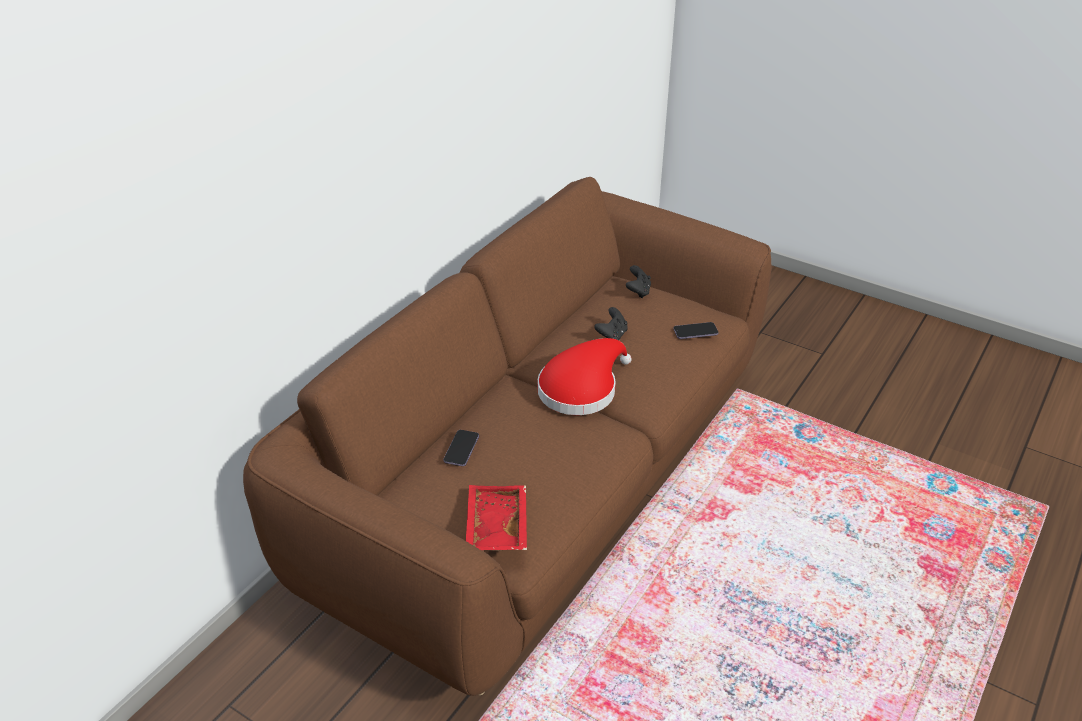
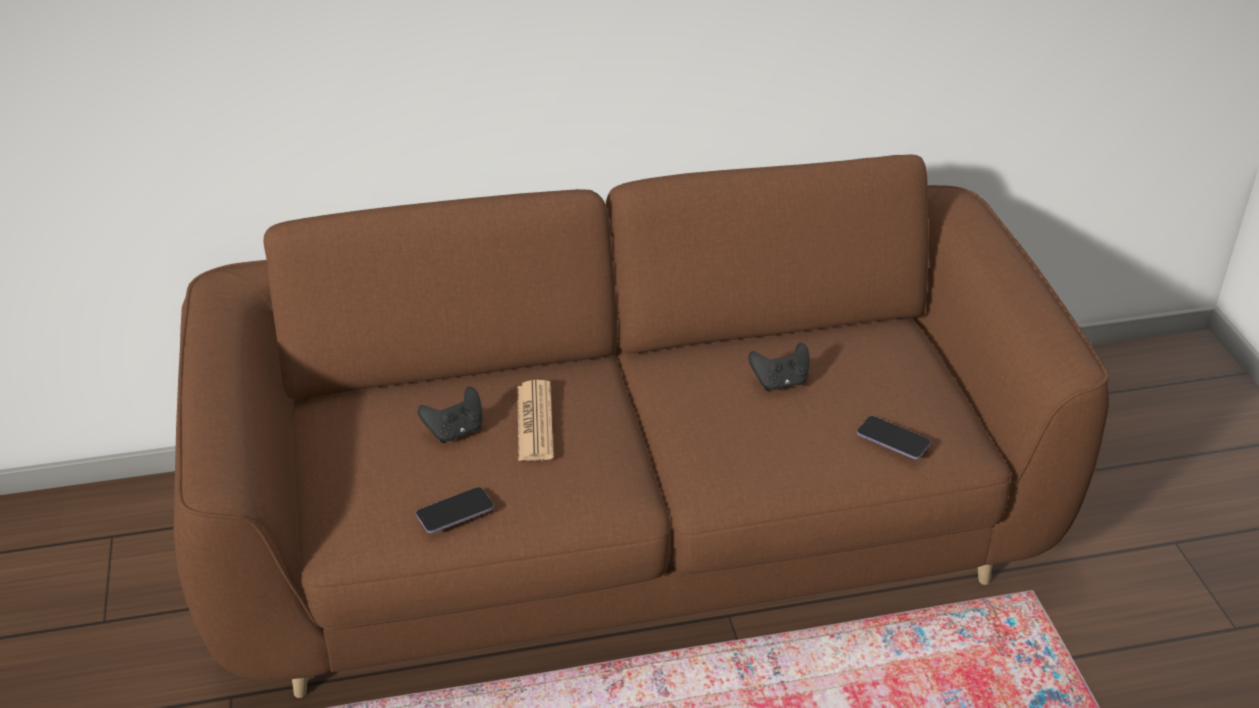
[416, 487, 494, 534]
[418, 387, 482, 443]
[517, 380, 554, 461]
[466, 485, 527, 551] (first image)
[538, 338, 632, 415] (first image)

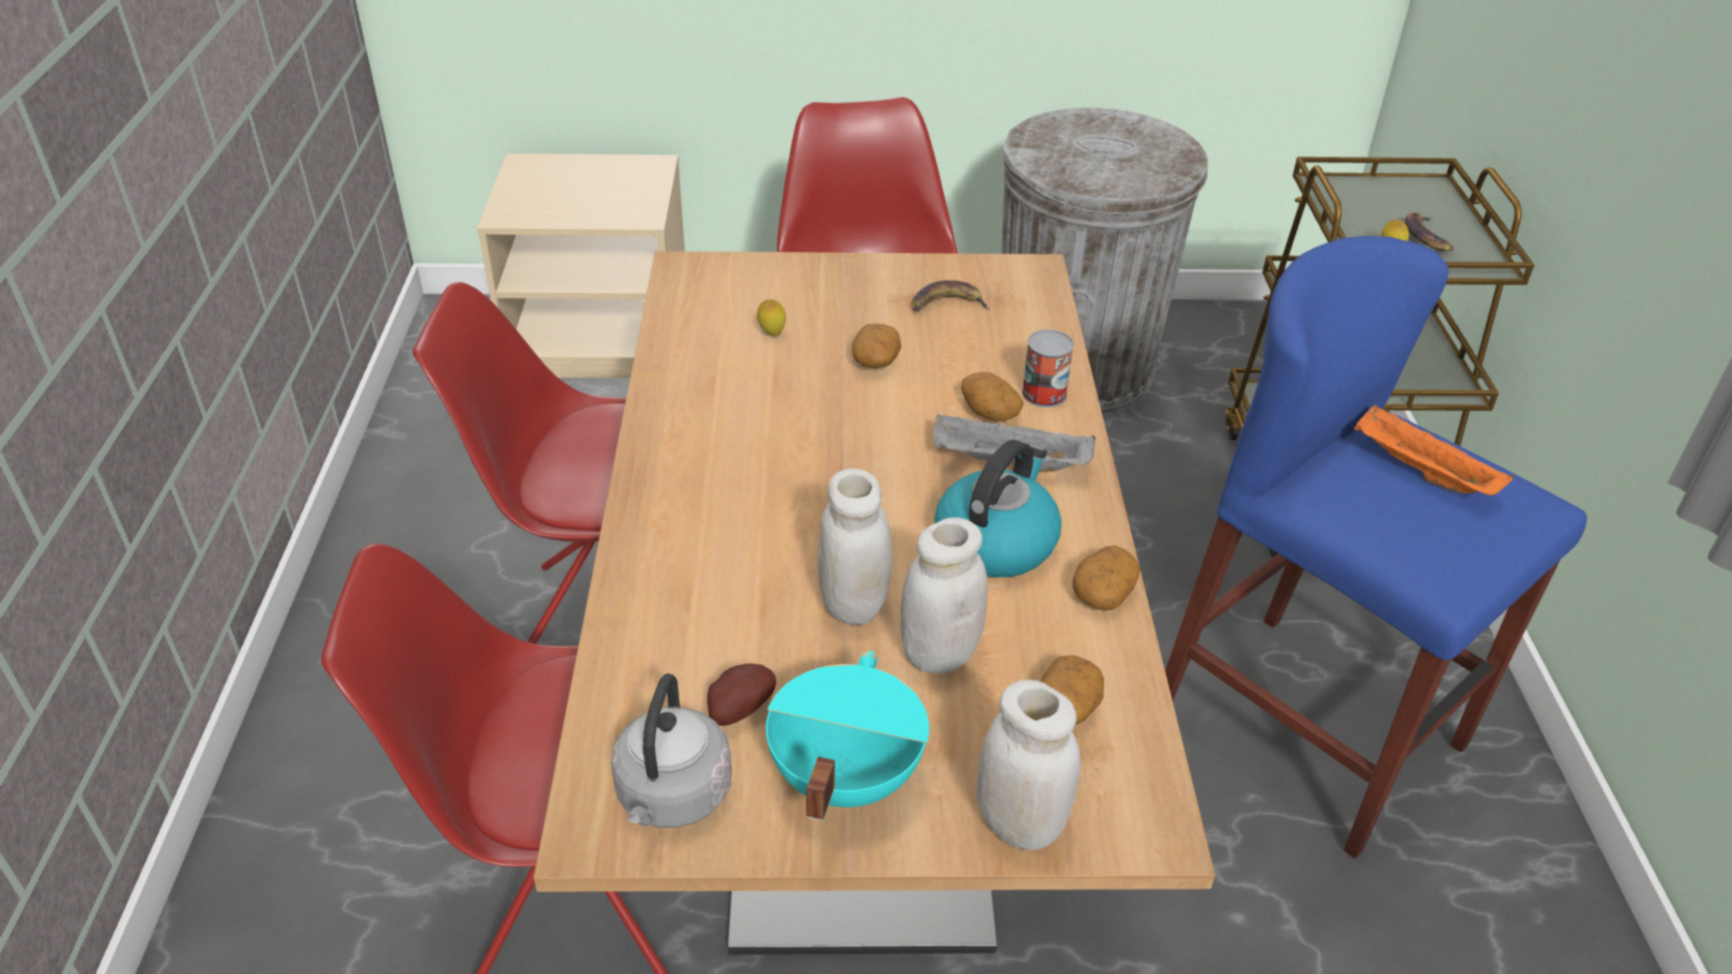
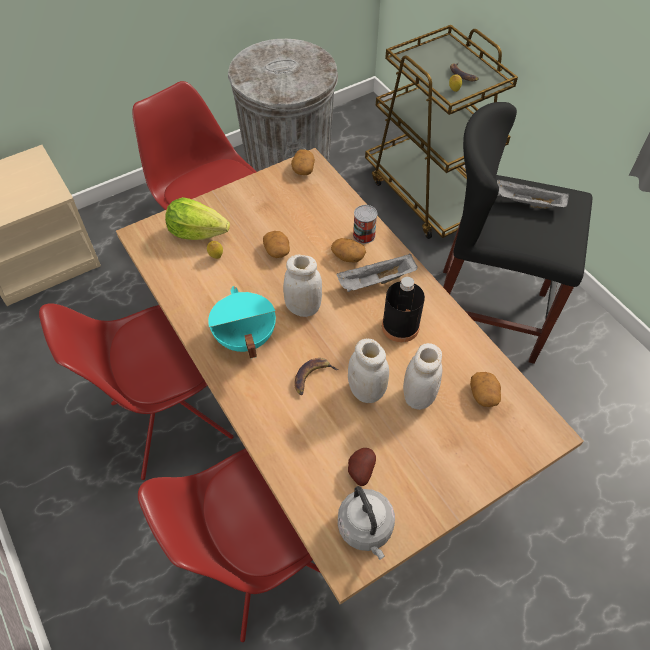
[165, 197, 230, 240]
[208, 286, 276, 359]
[283, 255, 322, 317]
[291, 149, 315, 175]
[294, 358, 339, 395]
[382, 277, 425, 342]
[443, 102, 592, 364]
[497, 179, 569, 208]

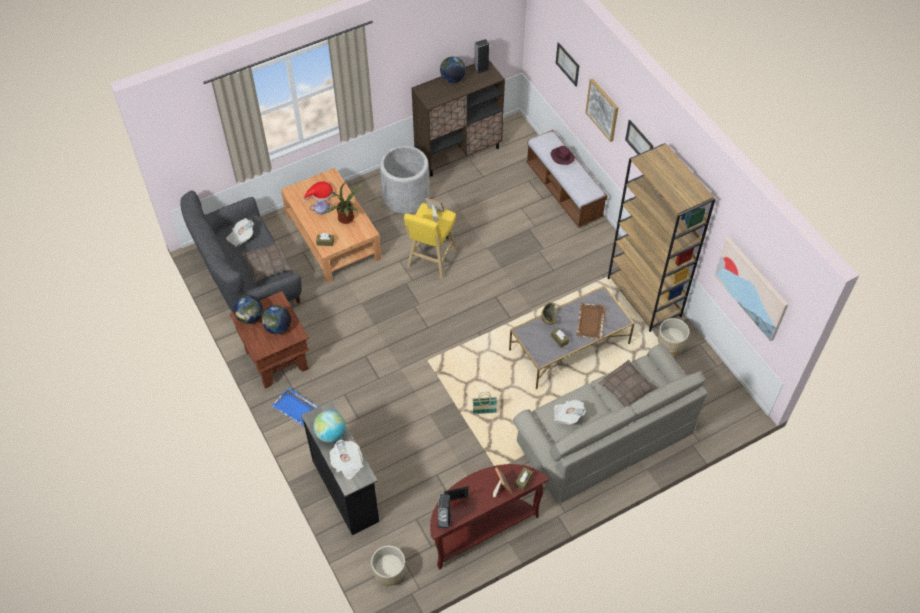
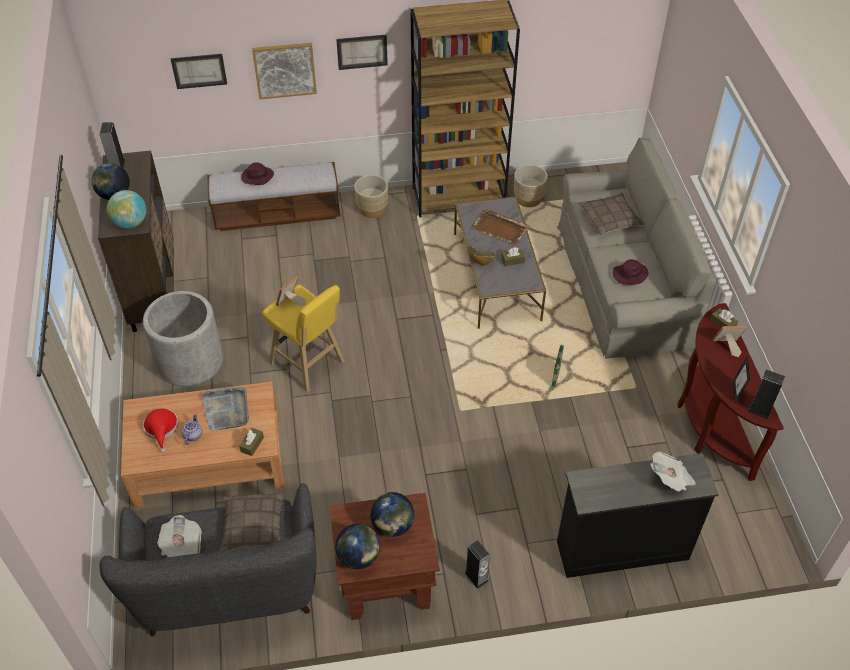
[107, 190, 147, 229]
[201, 387, 249, 431]
[354, 175, 388, 218]
[465, 540, 490, 589]
[613, 259, 648, 285]
[714, 237, 789, 341] (first image)

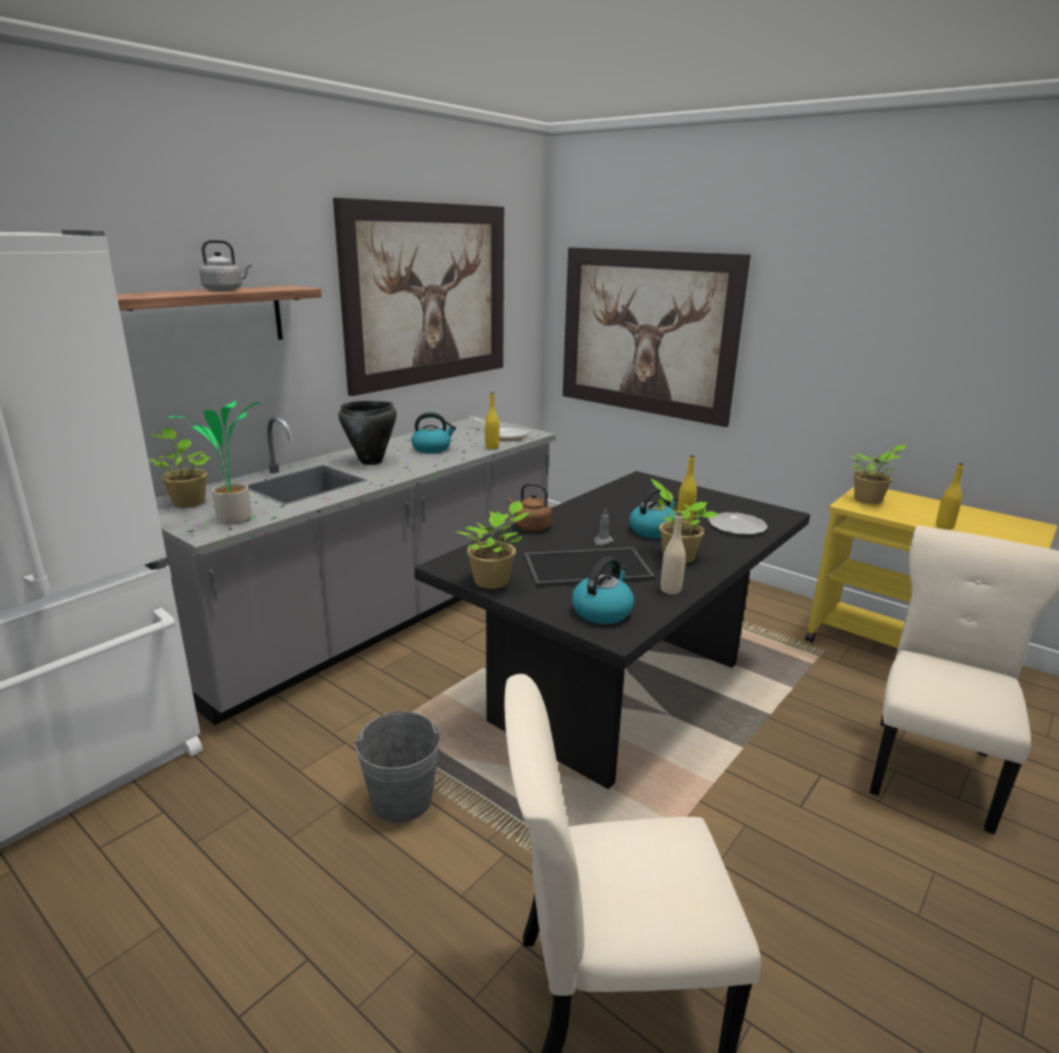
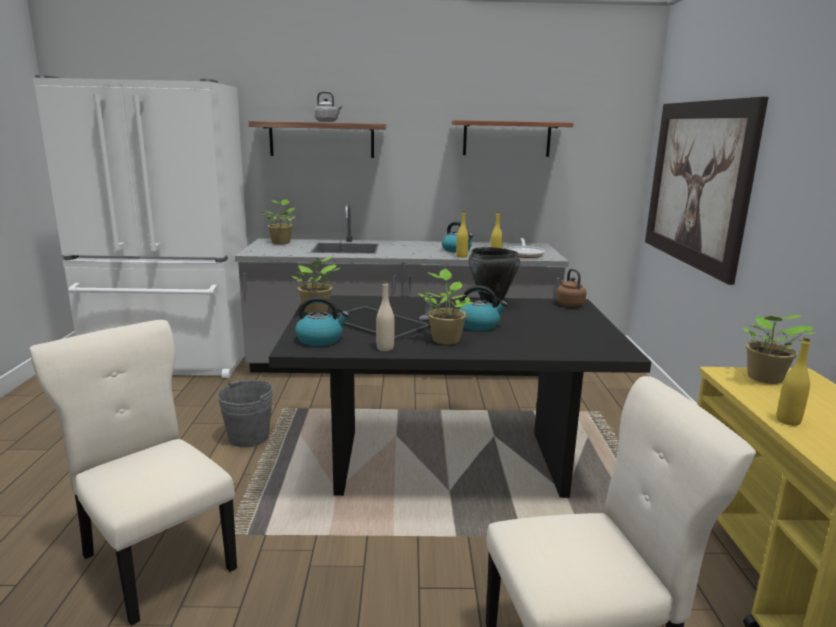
[452, 120, 573, 157]
[456, 211, 469, 258]
[469, 247, 520, 306]
[556, 269, 586, 307]
[168, 401, 260, 524] (first image)
[709, 512, 768, 535] (first image)

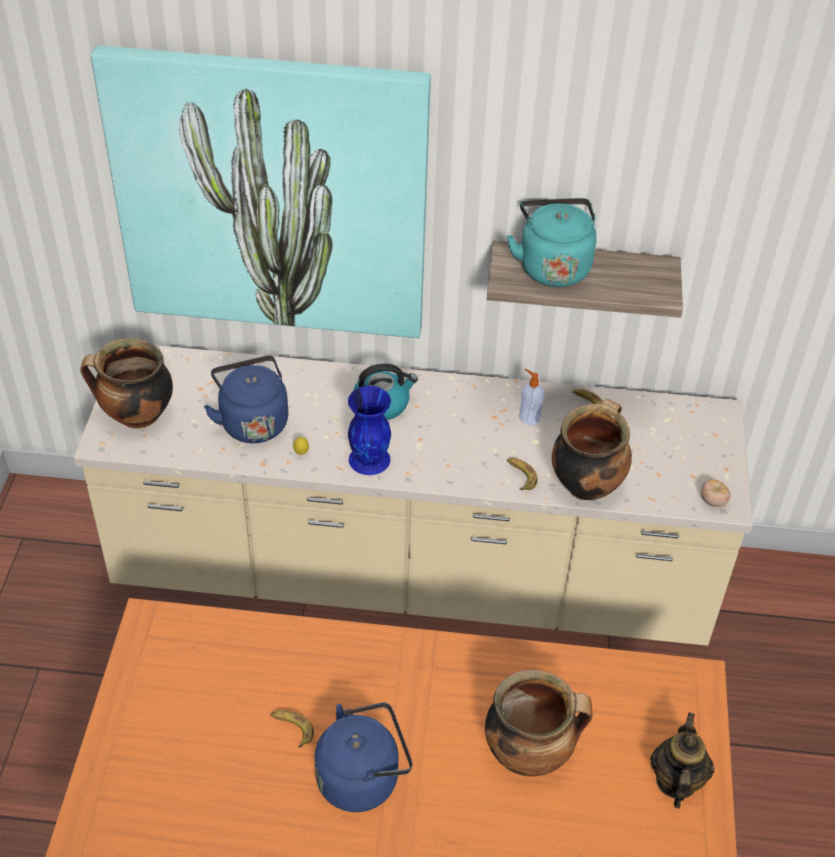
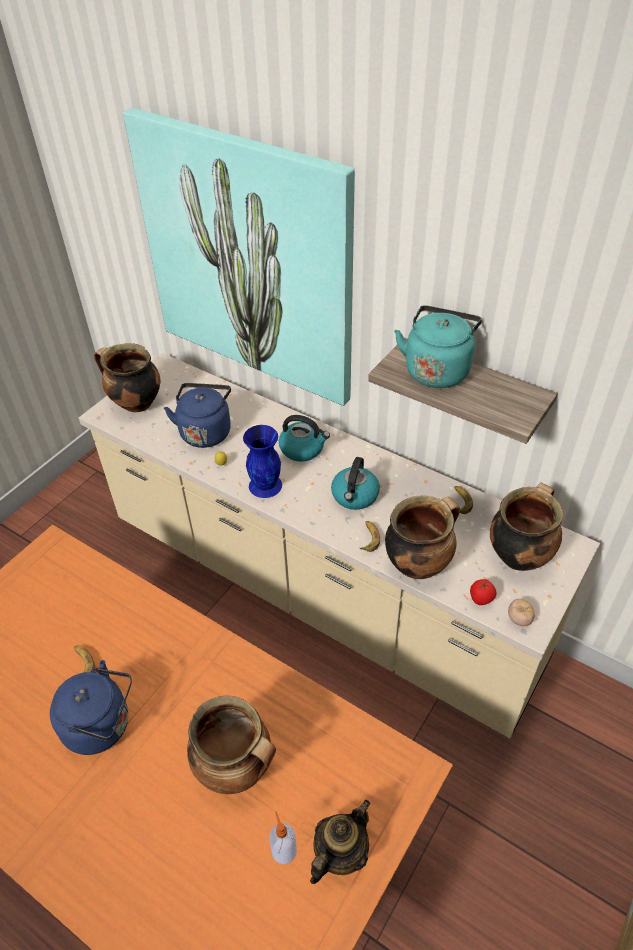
[269, 811, 297, 864]
[331, 457, 380, 510]
[470, 579, 496, 605]
[490, 483, 563, 571]

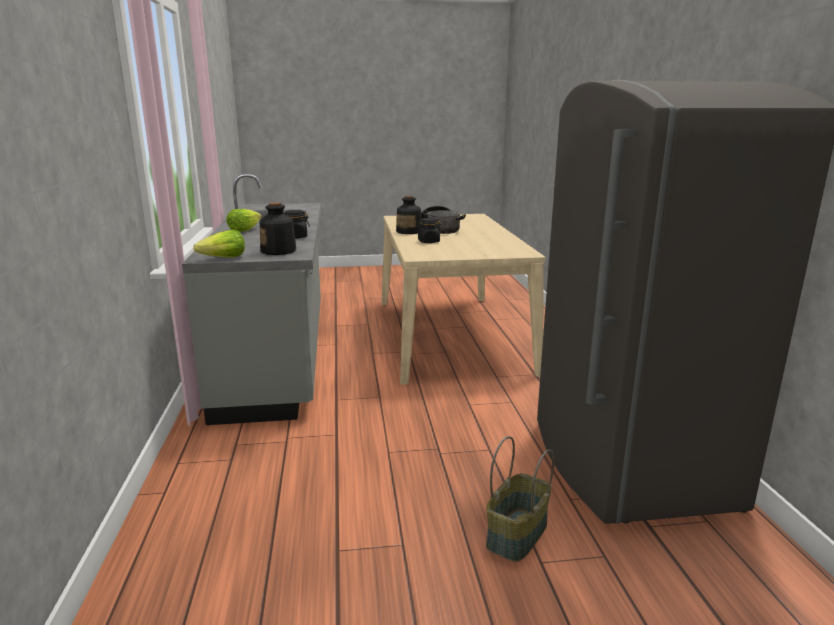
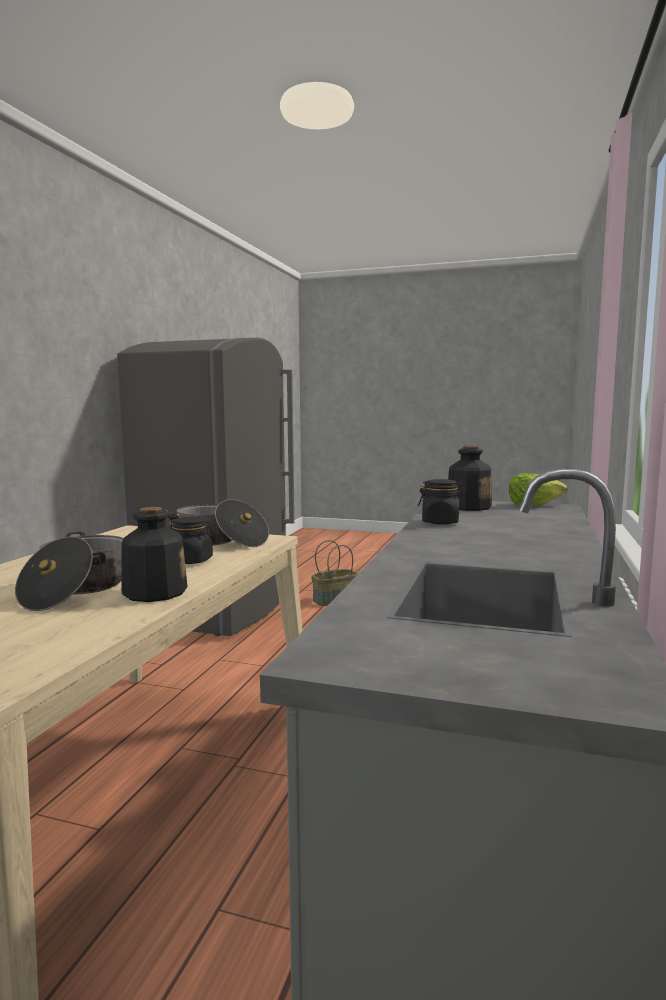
[164, 499, 269, 547]
[226, 209, 262, 232] (first image)

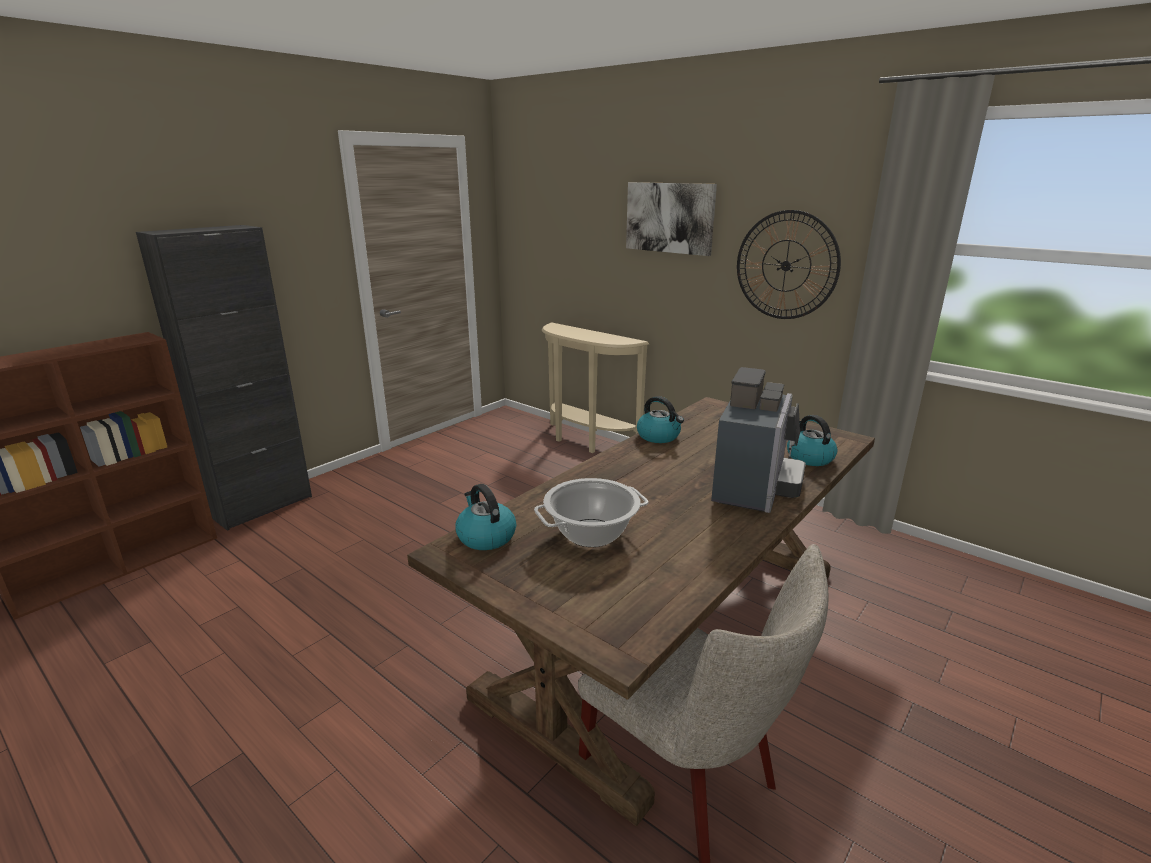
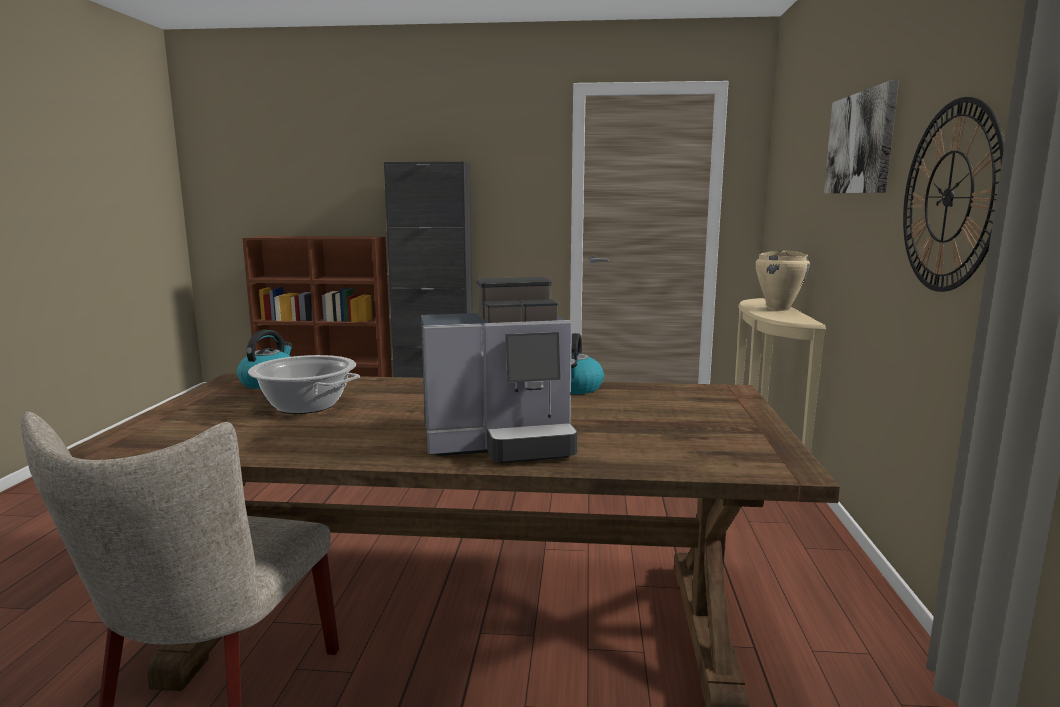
[755, 250, 810, 311]
[787, 415, 838, 466] (first image)

